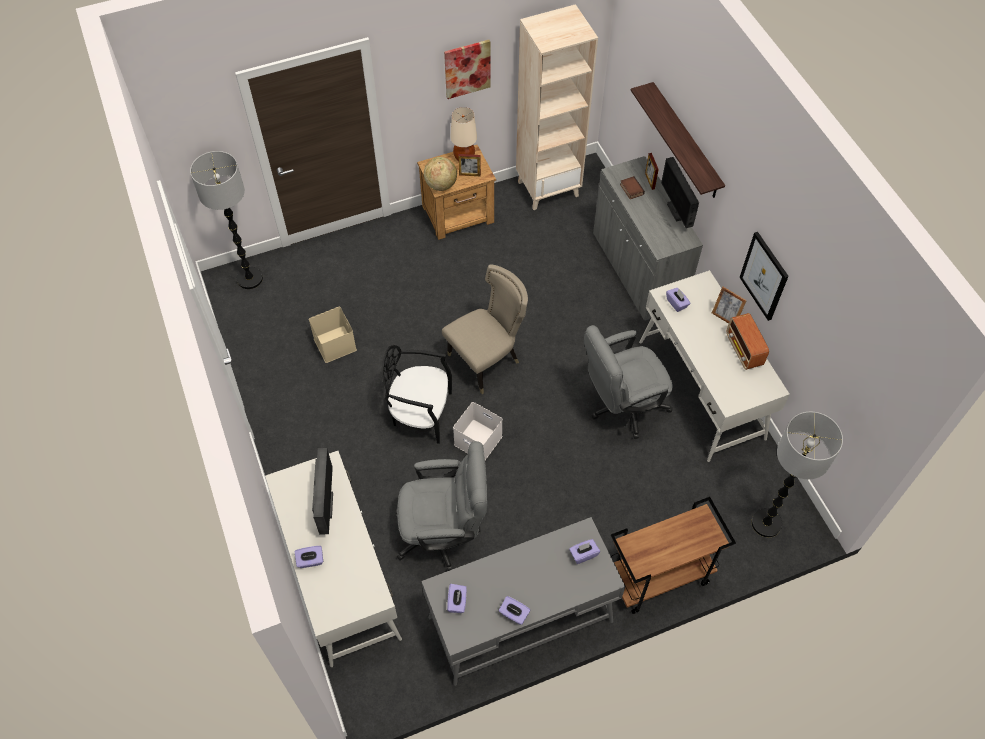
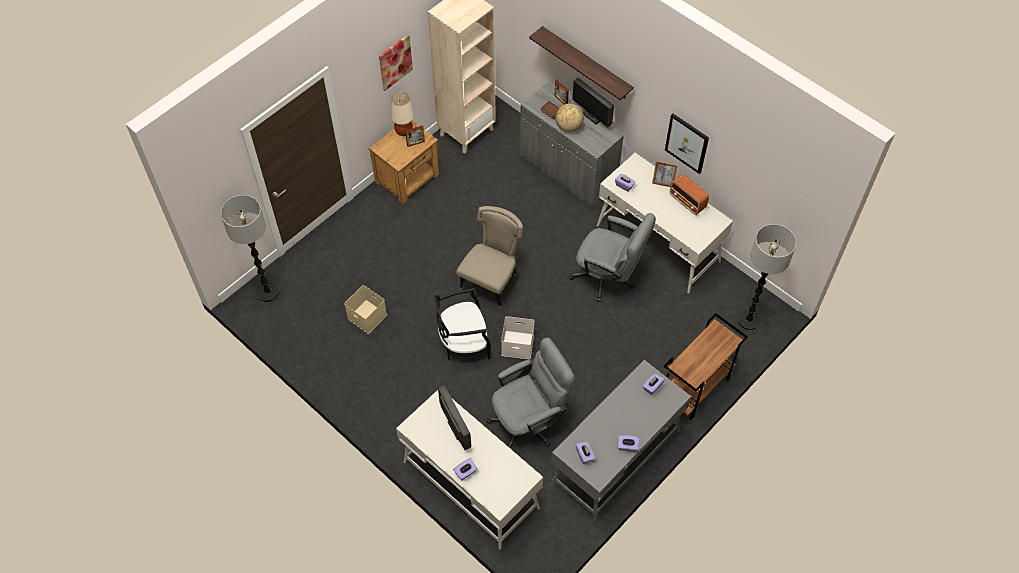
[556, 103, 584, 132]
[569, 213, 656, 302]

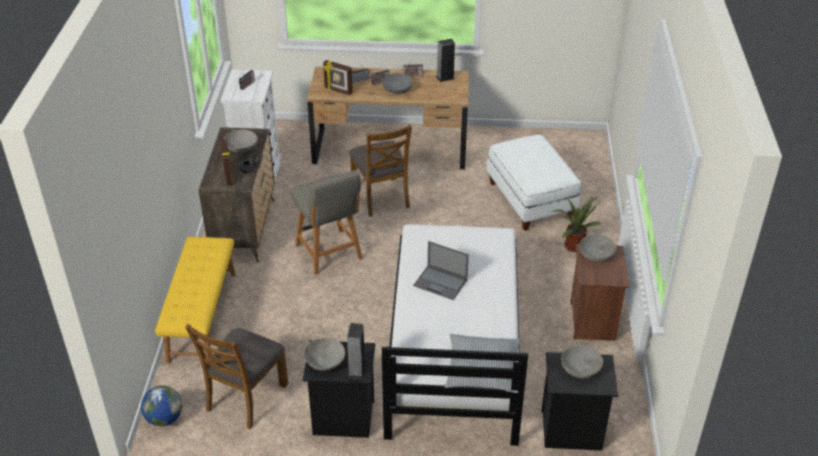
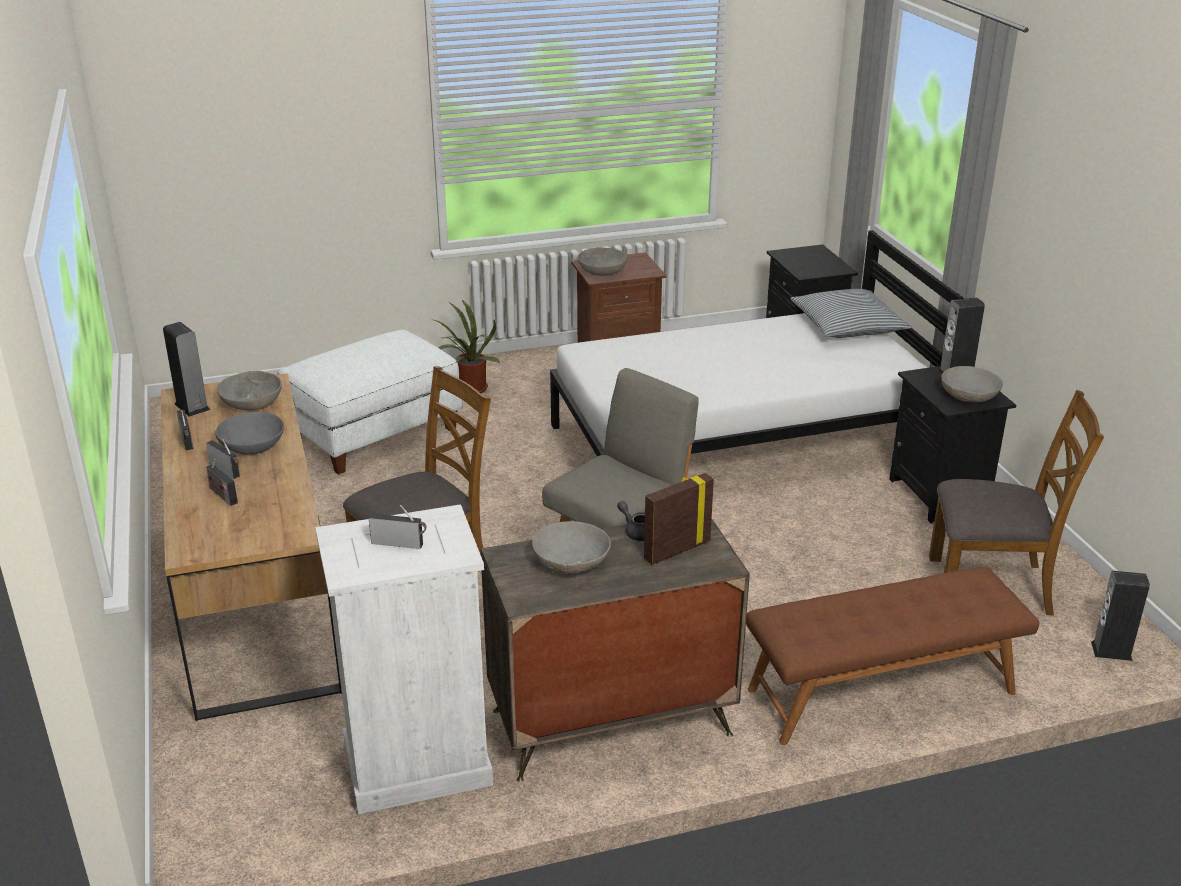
[217, 371, 282, 411]
[746, 567, 1039, 745]
[1091, 571, 1150, 661]
[323, 60, 353, 95] (first image)
[413, 241, 469, 300] (first image)

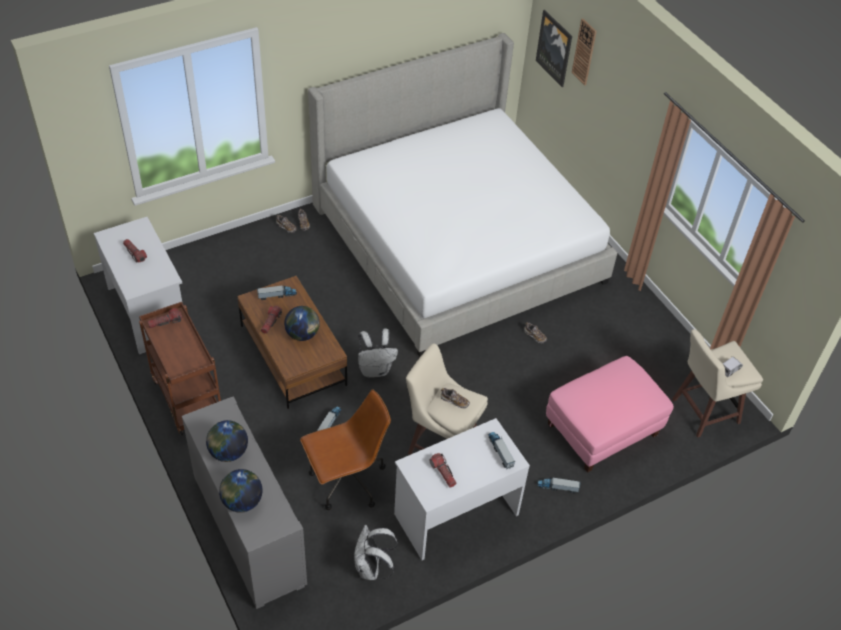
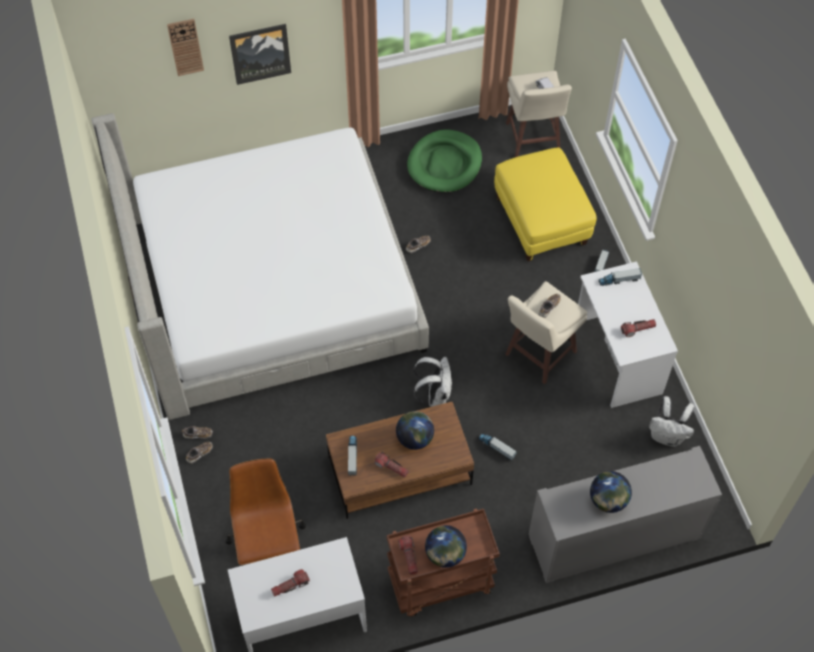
[225, 458, 306, 565]
[229, 24, 291, 85]
[407, 129, 482, 193]
[425, 525, 467, 568]
[494, 148, 597, 261]

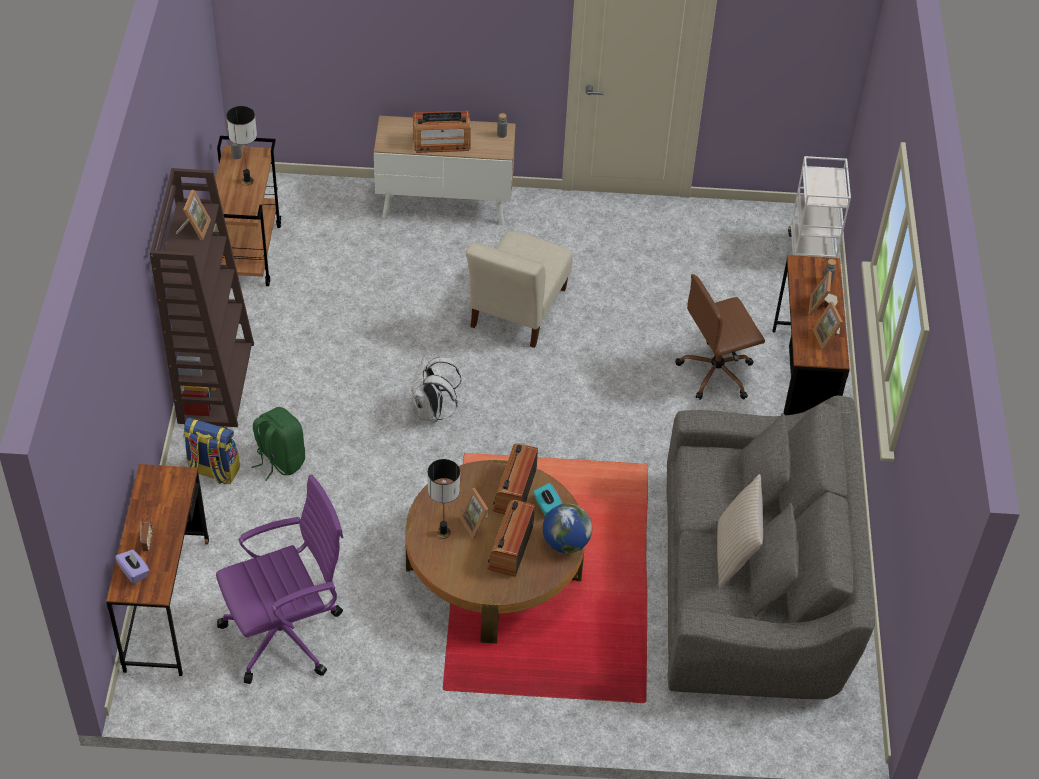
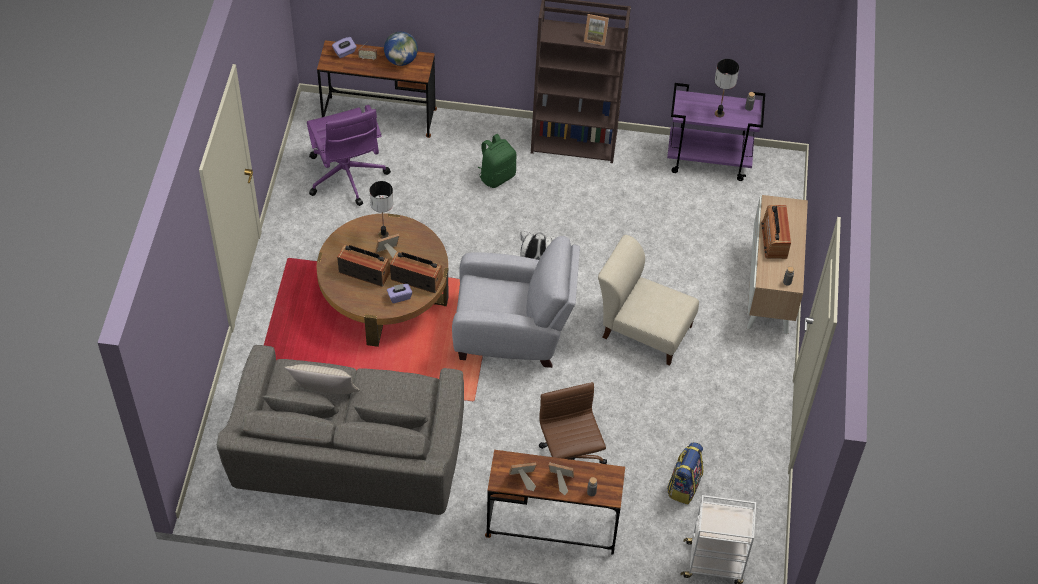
[384, 32, 418, 66]
[387, 284, 412, 303]
[452, 236, 580, 368]
[667, 83, 765, 181]
[667, 442, 703, 504]

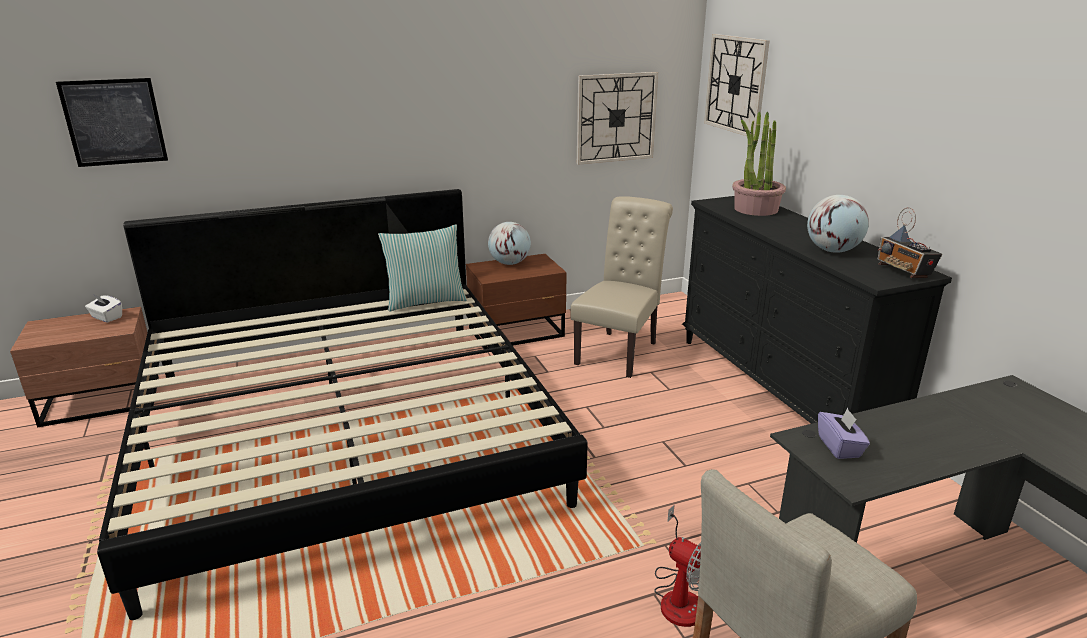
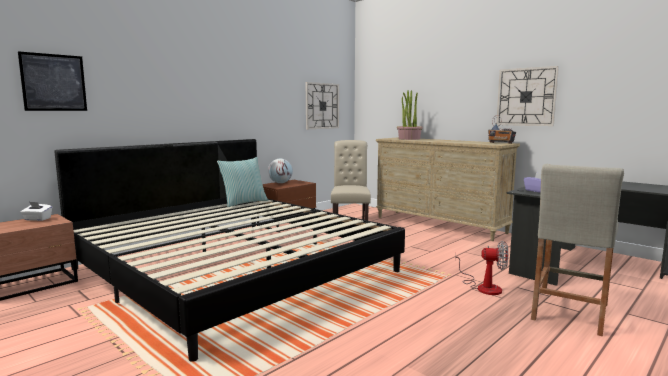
[376, 137, 520, 241]
[496, 66, 559, 126]
[807, 195, 869, 253] (first image)

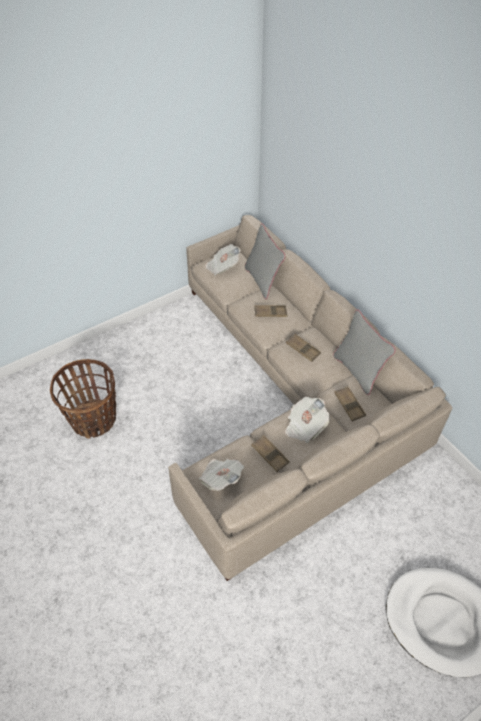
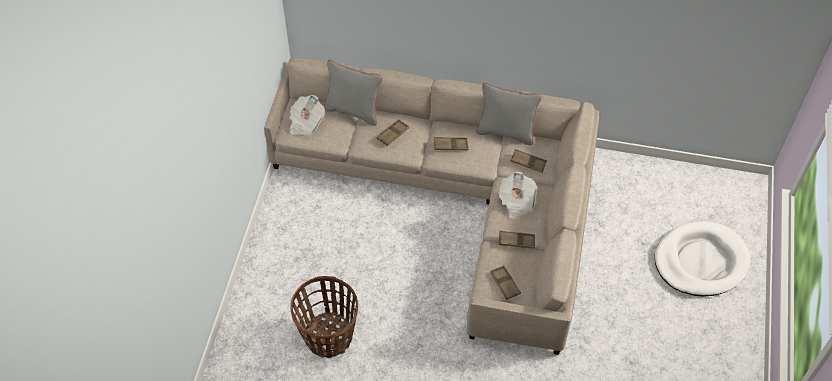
[490, 265, 521, 300]

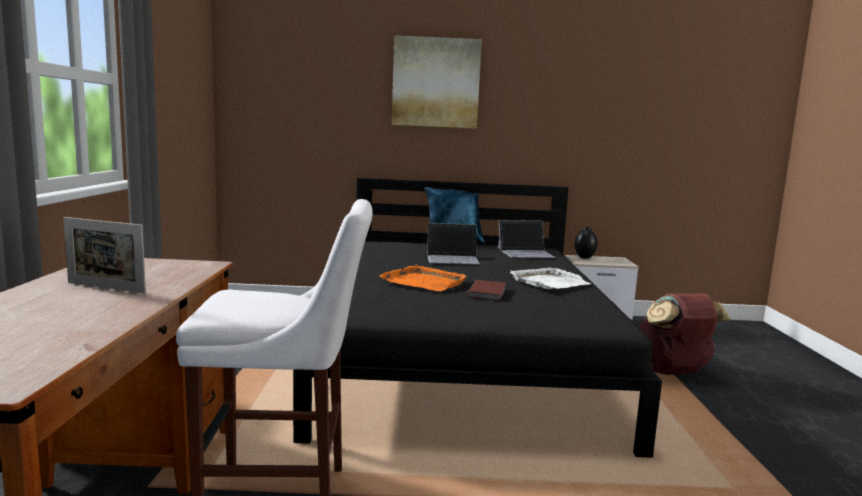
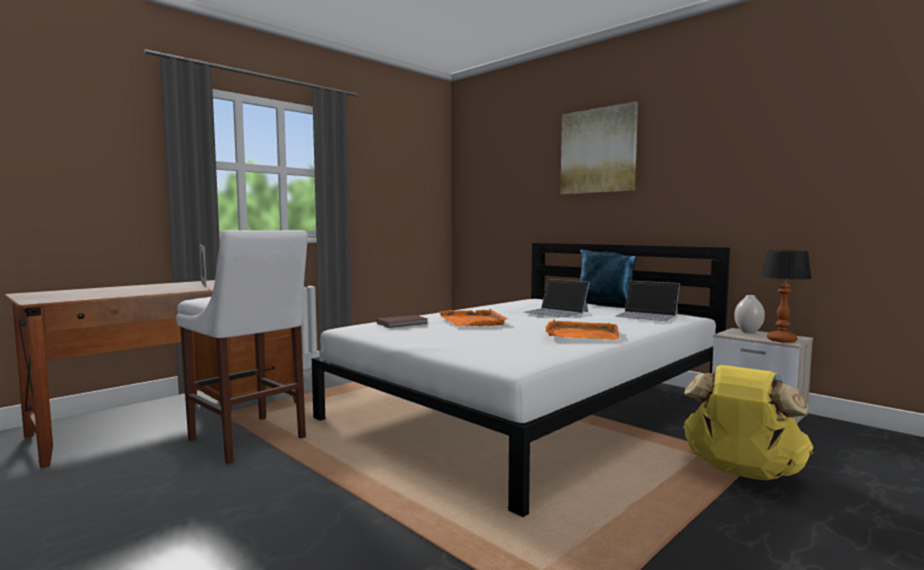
[312, 243, 730, 517]
[377, 315, 428, 328]
[546, 319, 619, 340]
[683, 365, 814, 480]
[734, 295, 765, 333]
[761, 250, 812, 343]

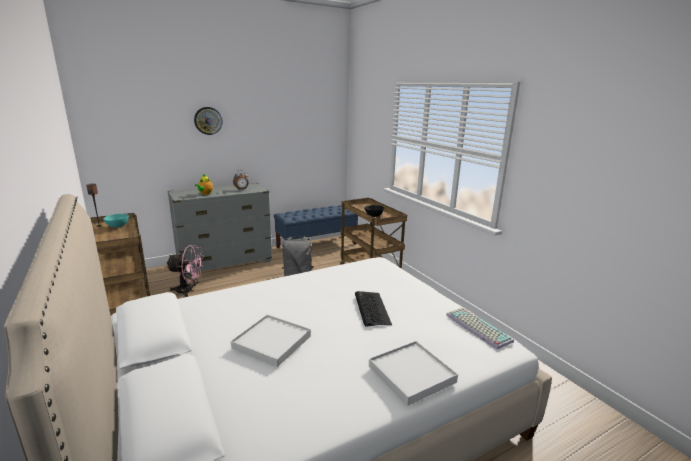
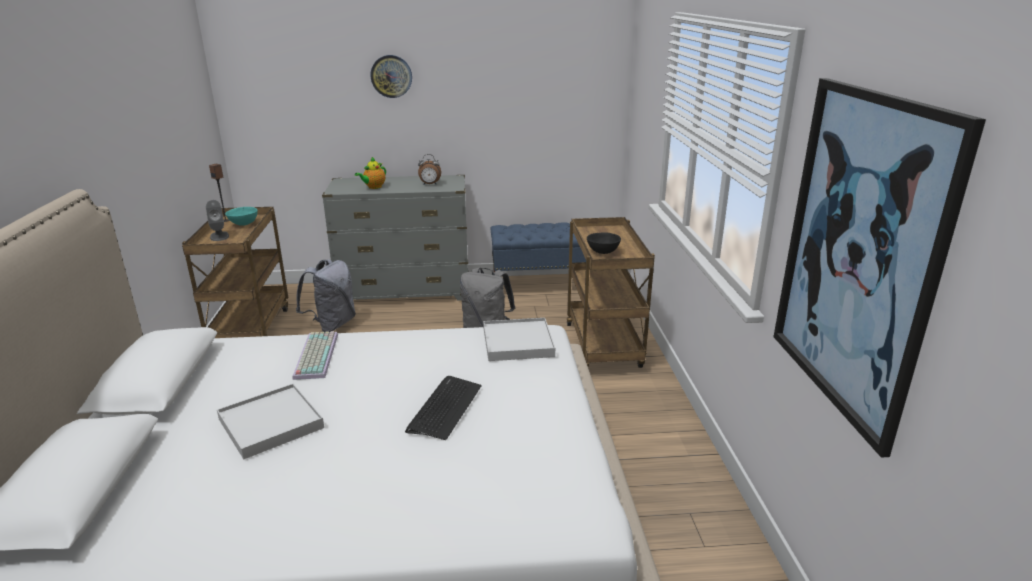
[206, 200, 229, 241]
[293, 331, 338, 380]
[296, 259, 356, 332]
[483, 318, 555, 361]
[774, 78, 986, 458]

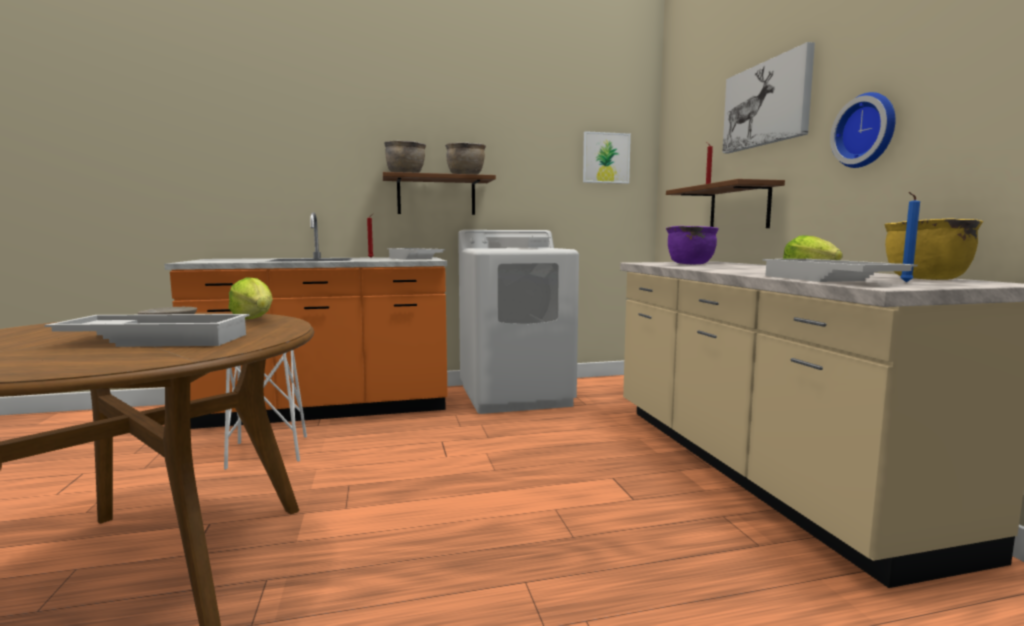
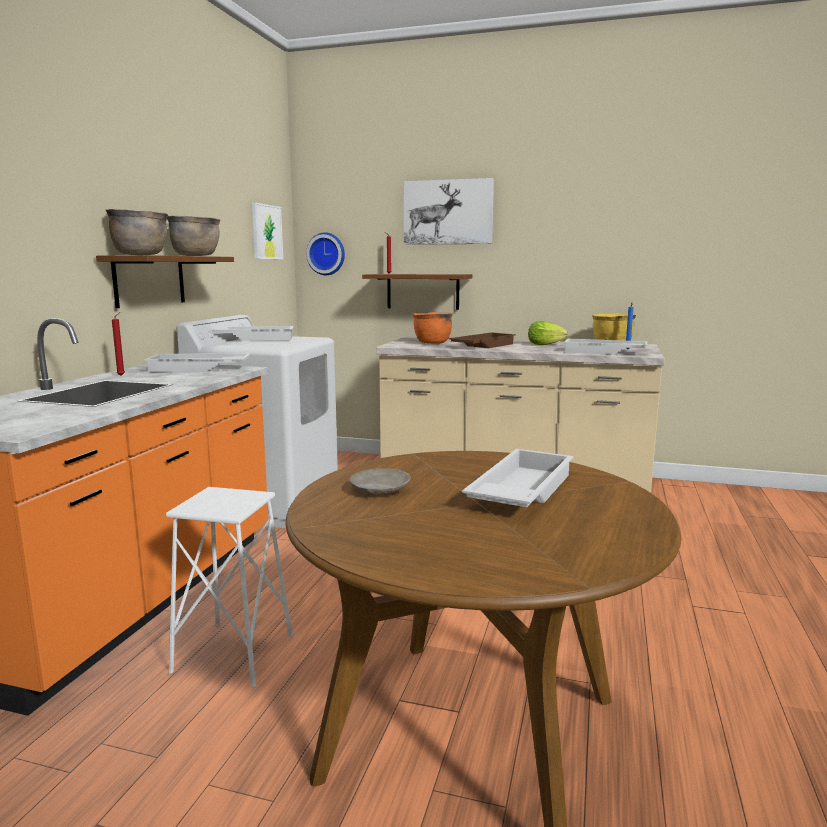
[306, 232, 345, 275]
[412, 312, 453, 344]
[449, 332, 516, 348]
[228, 277, 273, 320] (first image)

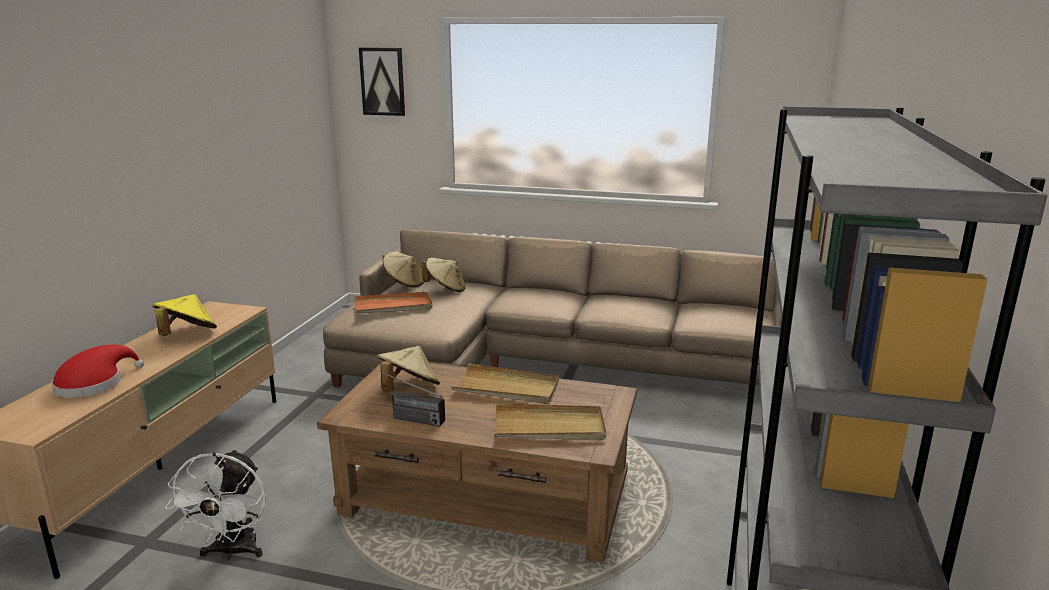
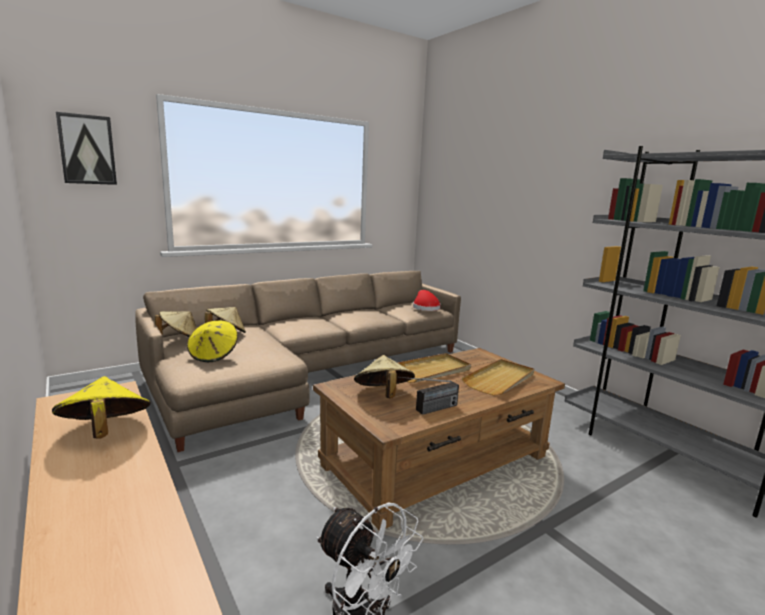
[187, 320, 238, 362]
[413, 290, 441, 311]

